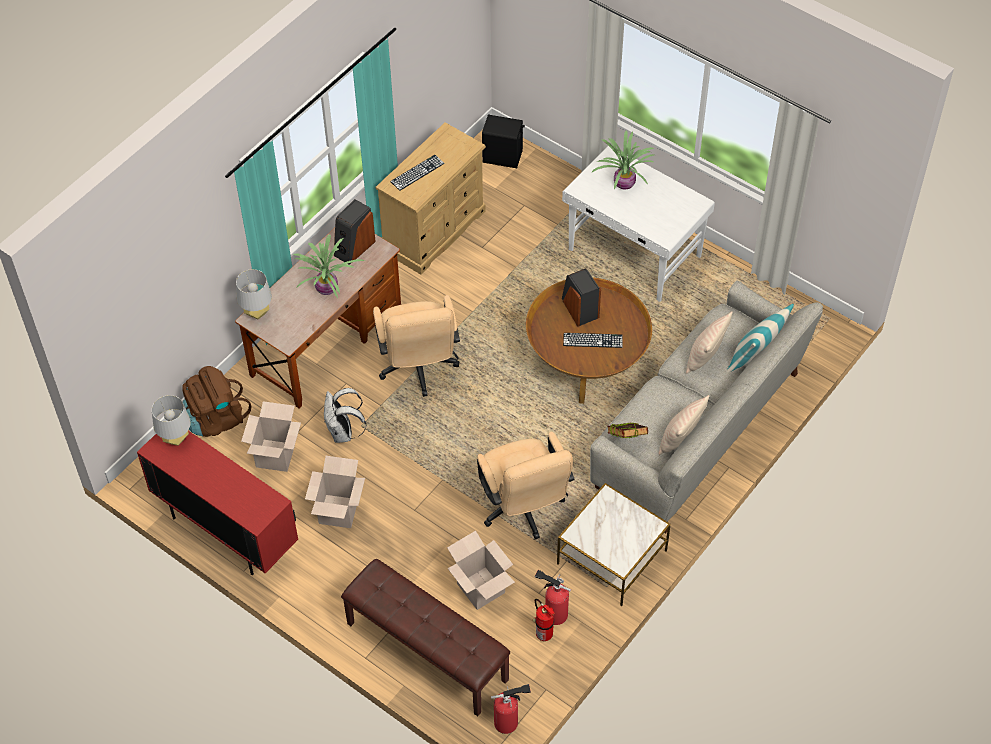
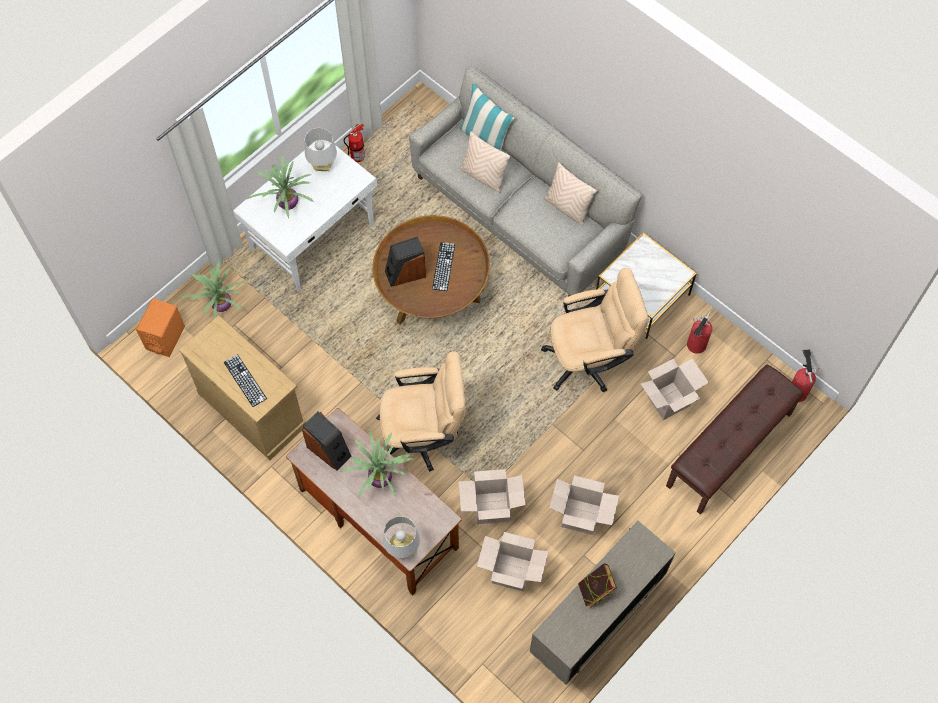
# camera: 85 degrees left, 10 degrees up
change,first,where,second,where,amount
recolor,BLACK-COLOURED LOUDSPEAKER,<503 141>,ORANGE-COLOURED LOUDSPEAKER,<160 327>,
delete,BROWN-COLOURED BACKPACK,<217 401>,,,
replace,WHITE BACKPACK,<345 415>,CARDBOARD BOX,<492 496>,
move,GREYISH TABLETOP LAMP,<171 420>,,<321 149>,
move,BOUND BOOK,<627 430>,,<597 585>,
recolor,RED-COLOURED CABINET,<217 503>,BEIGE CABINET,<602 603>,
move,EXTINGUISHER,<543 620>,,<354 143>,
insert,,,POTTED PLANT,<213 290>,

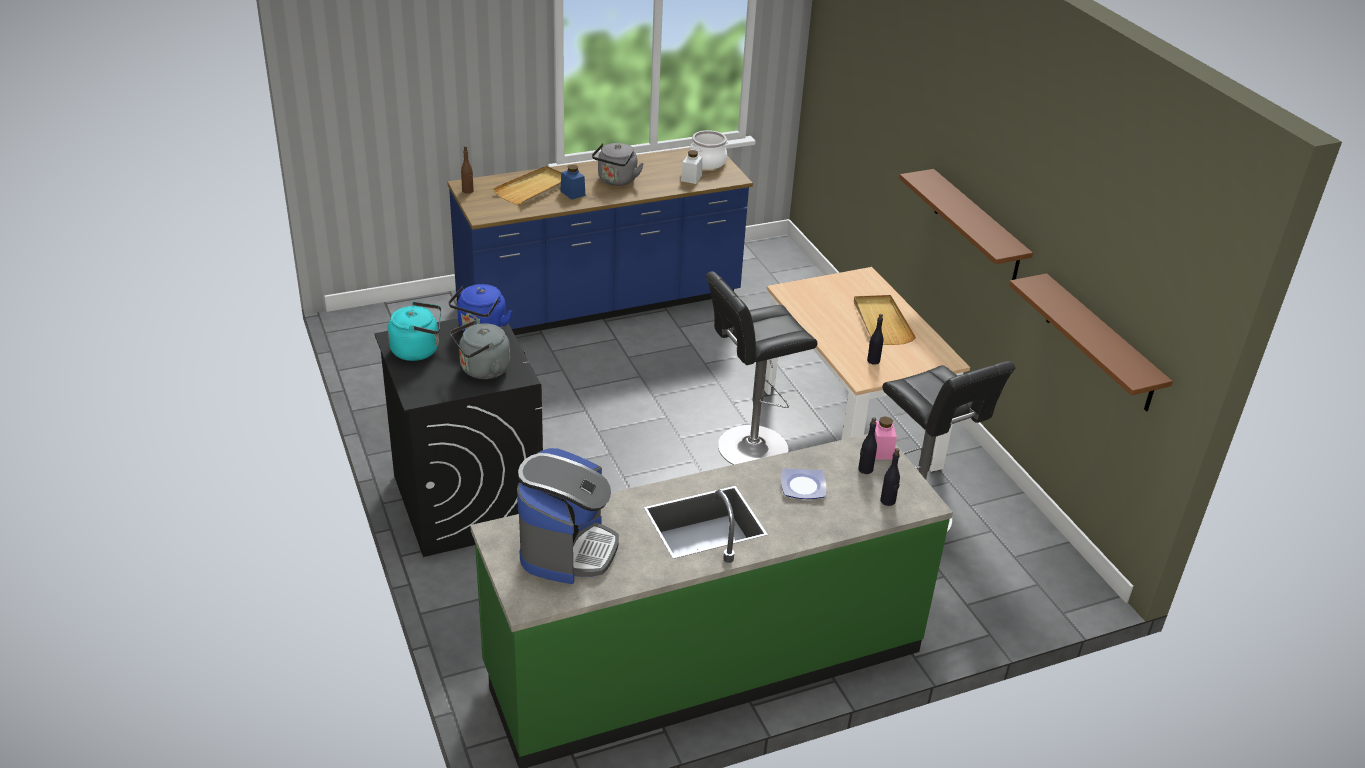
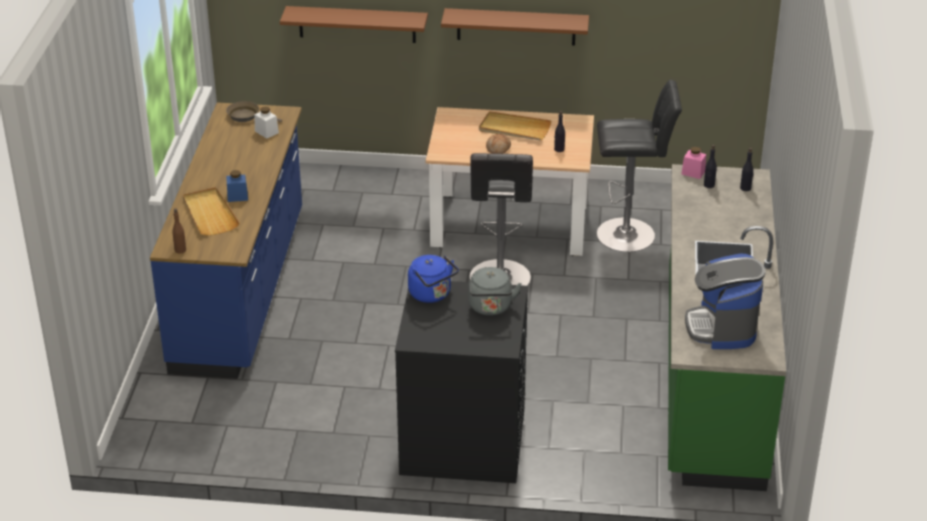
# camera: 60 degrees left, 0 degrees up
change,first,where,second,where,amount
replace,SAUCEPOT,<709 149>,BROWN-COLOURED FRYING PAN,<254 111>,
delete,GREYISH KETTLE,<618 164>,,,
move,BROWN-COLOURED WALL SHELF,<1091 342>,,<354 24>,
delete,BLUE-GREEN KETTLE,<414 331>,,,
rotate,COFFEE MACHINE,<568 516>,,<725 301>,135 degrees counterclockwise
delete,DINNER PLATE,<803 483>,,,
insert,,,BREAD,<498 144>,

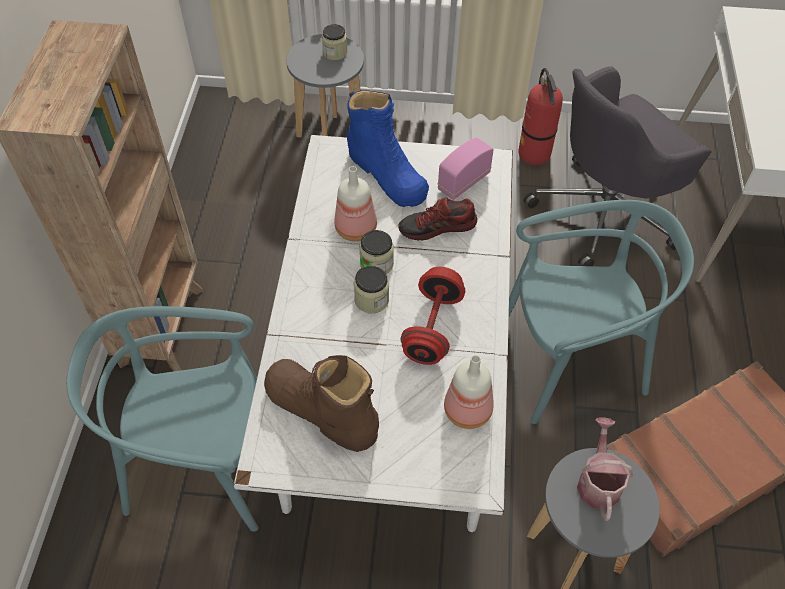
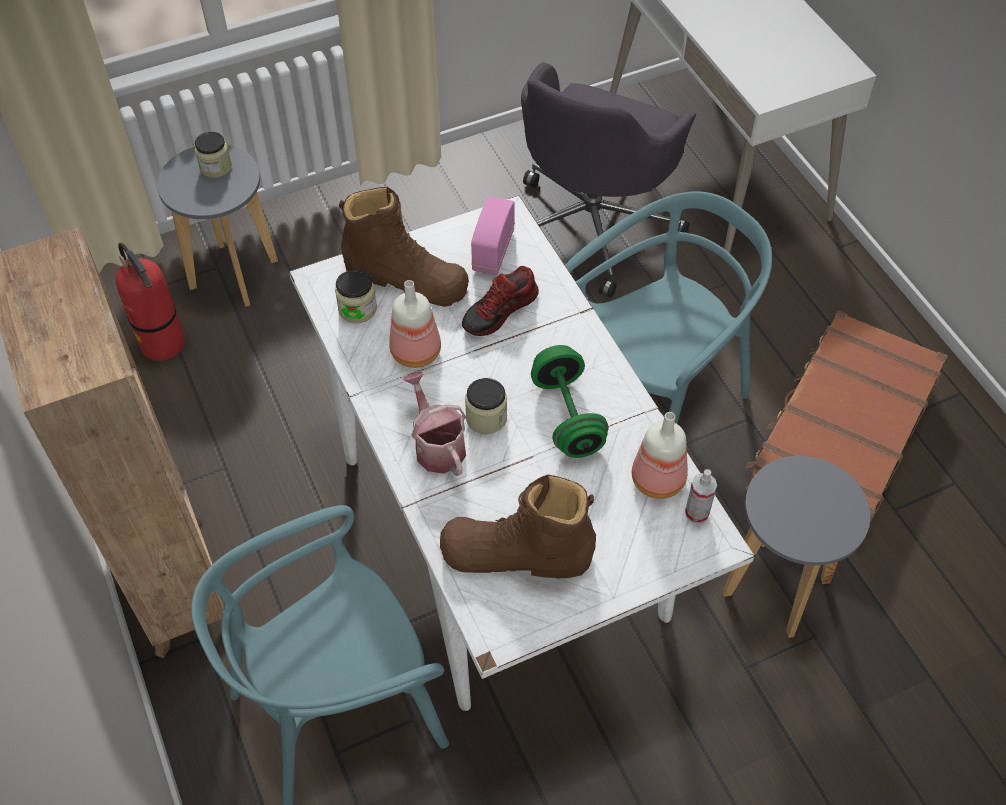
# camera: 30 degrees left, 0 degrees up
change,first,where,second,where,amount
move,EXTINGUISHER,<540 116>,,<150 302>,
recolor,BLUE TALL BOOT,<388 148>,BROWN-COLOURED TALL BOOT,<404 247>,
move,PRESERVE JAR,<376 252>,,<356 296>,
recolor,RED-COLOURED DUMBBELL,<433 316>,GREENISH DUMBBELL,<570 401>,
move,SPRINKLING CAN,<605 469>,,<434 423>,
insert,,,SPRAYER,<701 496>,

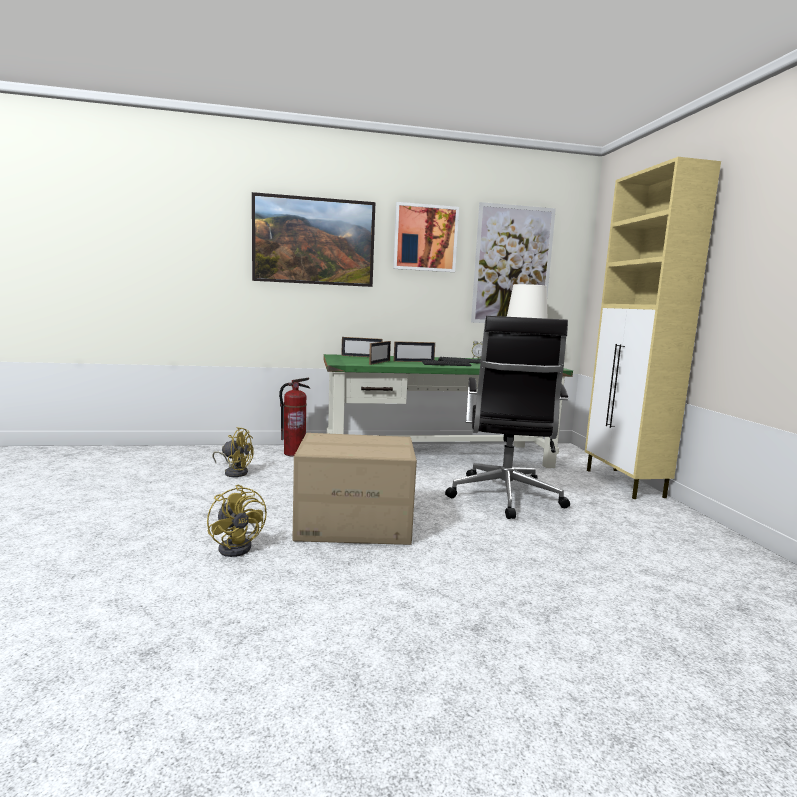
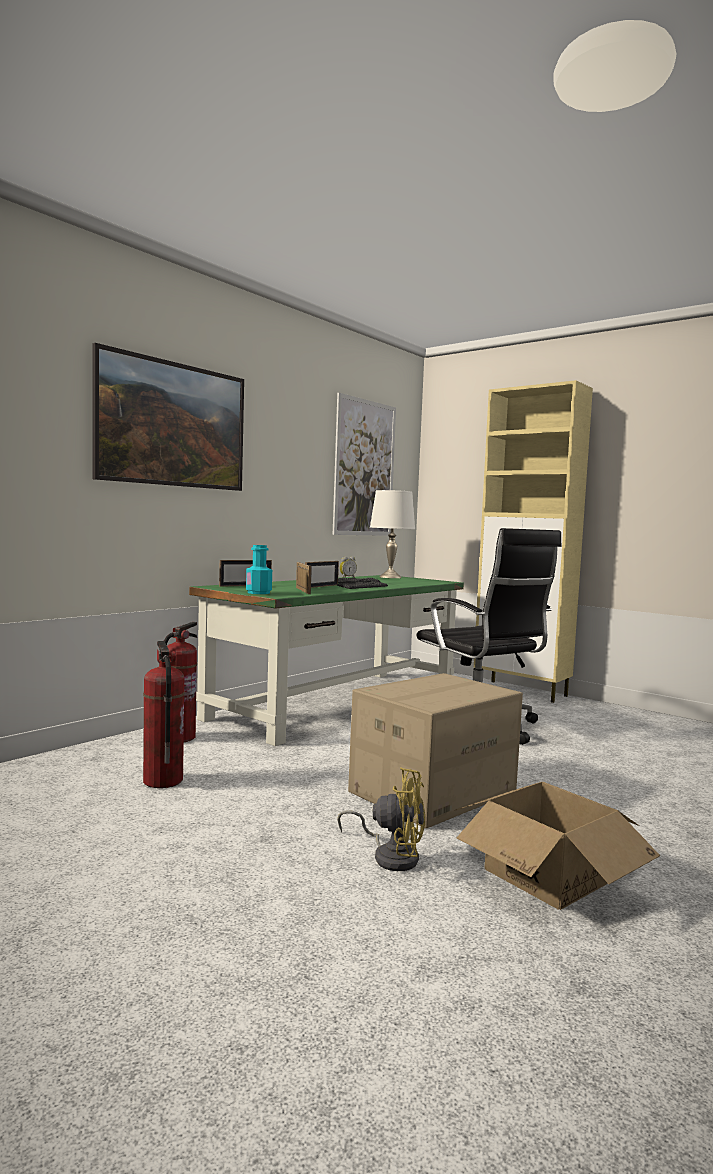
# camera: 40 degrees left, 5 degrees down
change,first,where,second,where,amount
delete,PICTURE,<426 237>,,,
replace,YELLOW-COLOURED COOLING FAN,<233 452>,EXTINGUISHER,<164 714>,
insert,,,BLUE-GREEN BEVERAGE BOTTLE,<259 569>,
insert,,,CARDBOARD BOX,<557 846>,

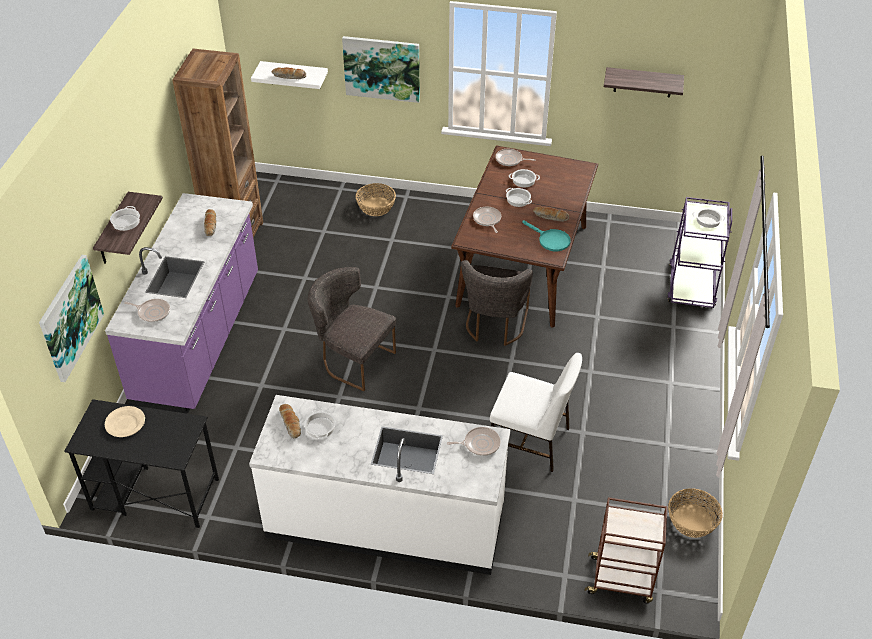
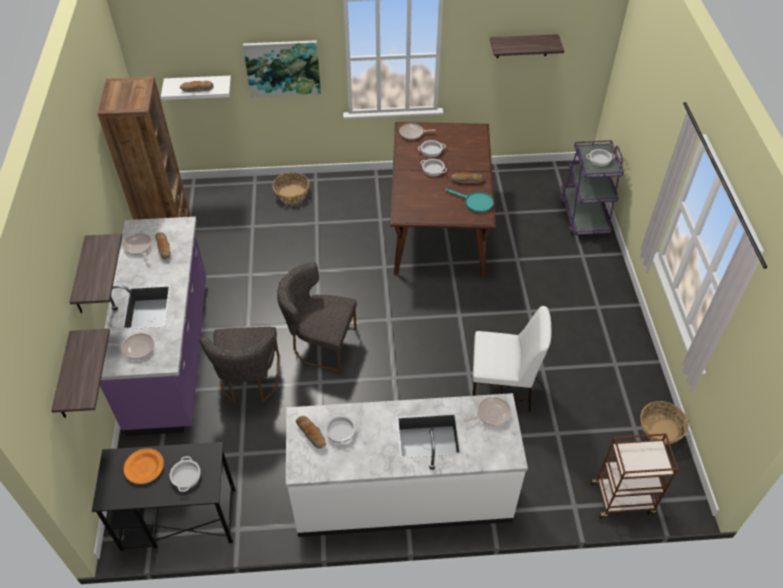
# camera: 15 degrees left, 5 degrees up
change,first,where,second,where,amount
move,SAUCEPOT,<125 218>,,<185 474>,
move,FRYING PAN,<487 220>,,<137 247>,
replace,PICTURE,<71 318>,WALL SHELF,<80 373>,
move,GREYISH CHAIR,<497 303>,,<239 365>,
recolor,BEIGE DINNER PLATE,<125 421>,ORANGE-COLOURED DINNER PLATE,<144 466>,

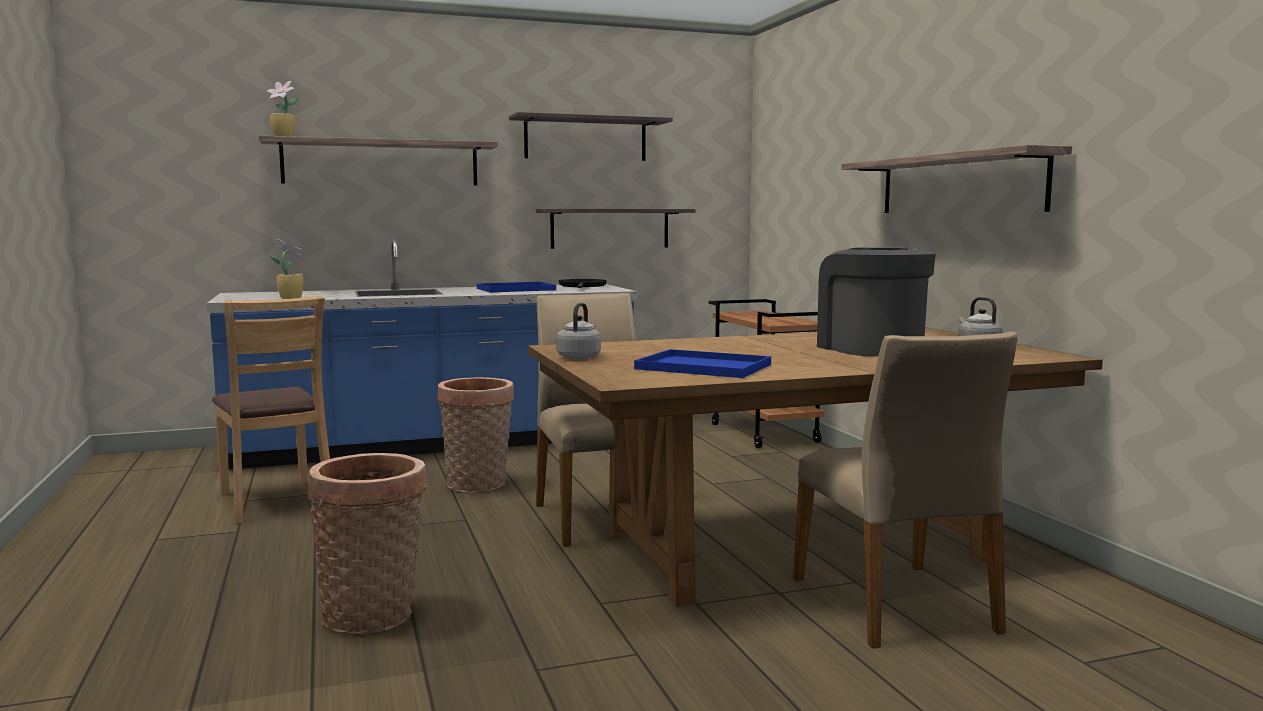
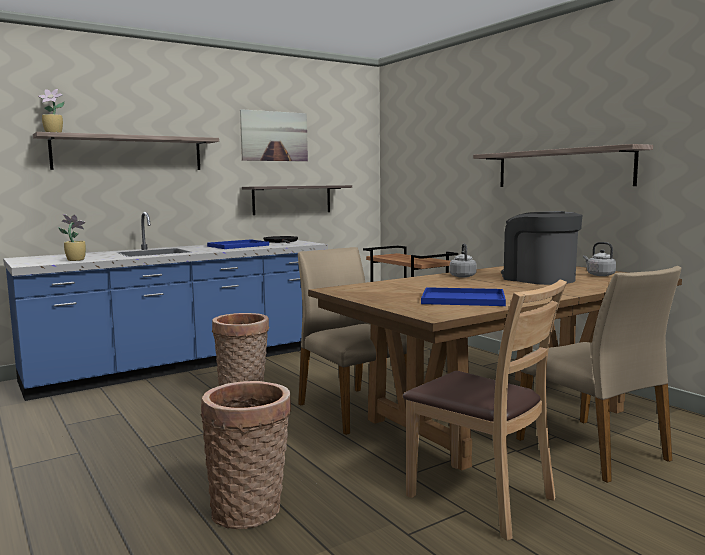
# camera: 15 degrees left, 0 degrees up
change,first,where,second,where,amount
replace,WALL SHELF,<591 136>,PICTURE,<274 135>,
move,BROWN-COLOURED CHAIR,<271 410>,,<485 410>,
move,GREYISH KETTLE,<578 331>,,<463 260>,

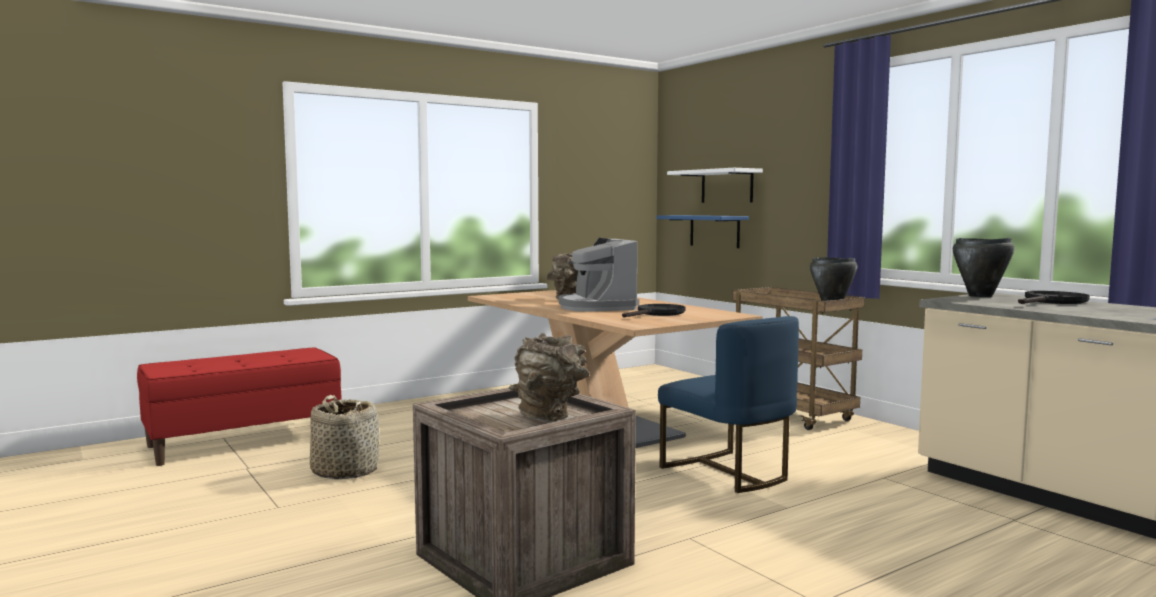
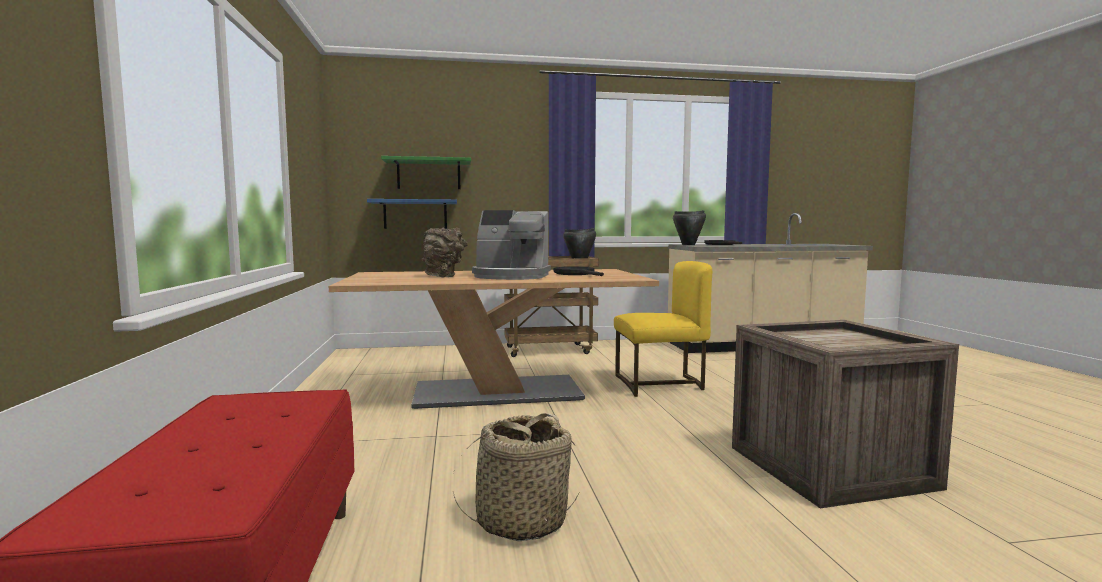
# camera: 65 degrees left, 0 degrees up
change,first,where,second,where,amount
recolor,WHITE WALL SHELF,<715 185>,GREENISH WALL SHELF,<426 172>,
recolor,BLUE CHAIR,<728 404>,YELLOW-COLOURED CHAIR,<663 329>,
delete,BROWN-COLOURED FLOWER VASE,<549 377>,,,

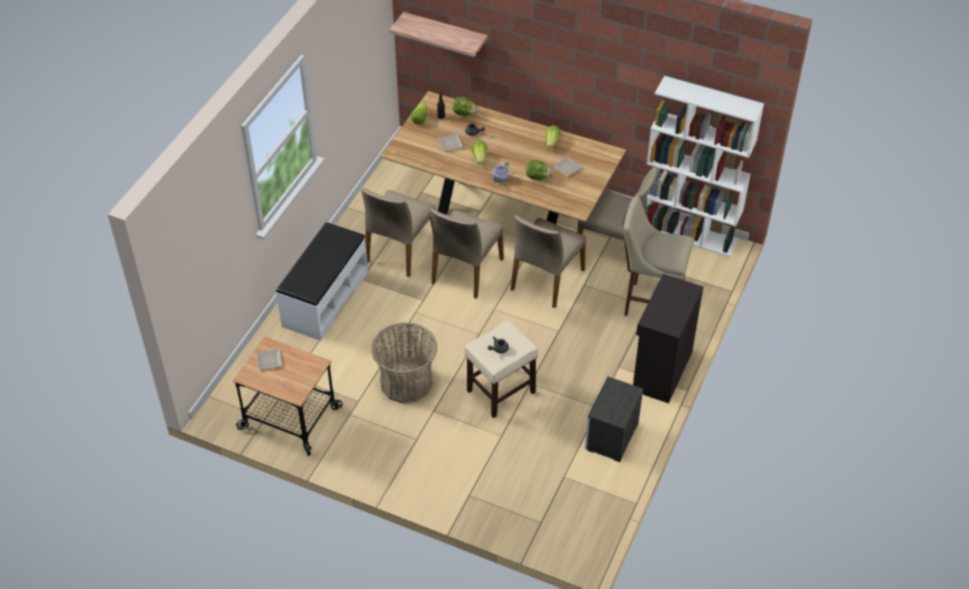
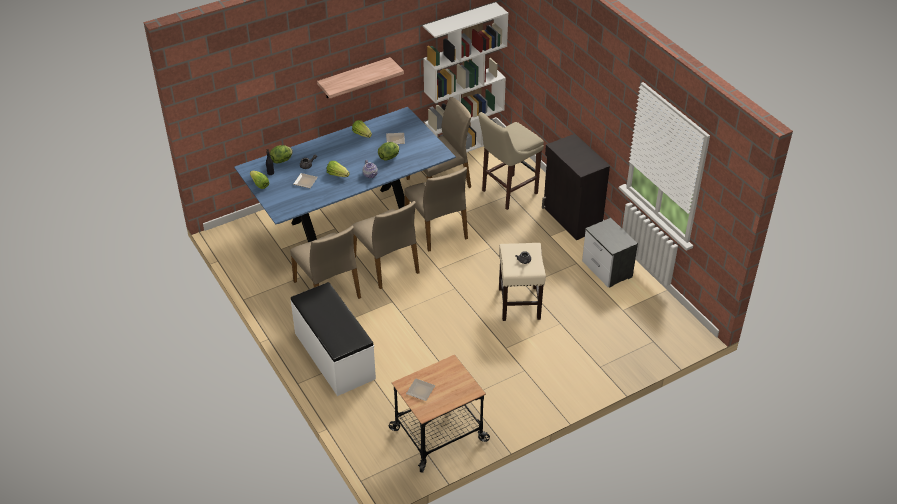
# camera: 55 degrees left, 5 degrees down
change,first,where,second,where,amount
move,WALL SHELF,<438 34>,,<360 77>,
recolor,BROWN-COLOURED DINING TABLE,<503 157>,BLUE DINING TABLE,<345 174>,
delete,STORAGE BASKET,<404 362>,,,

